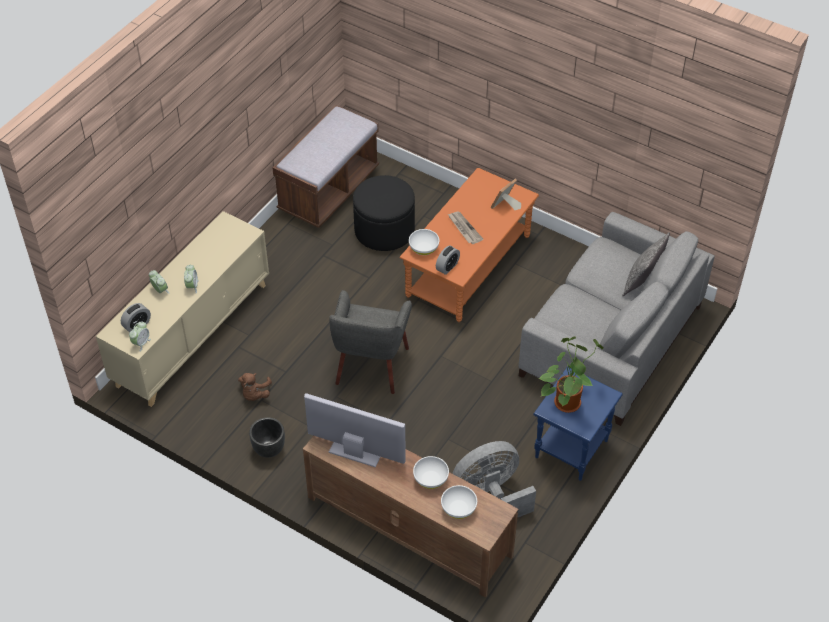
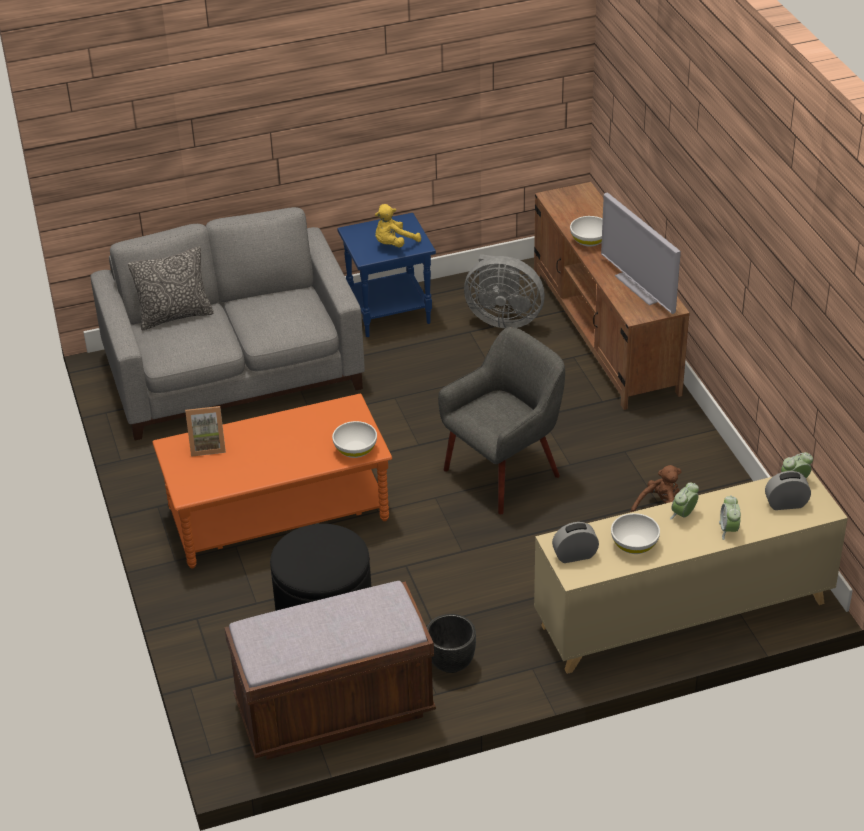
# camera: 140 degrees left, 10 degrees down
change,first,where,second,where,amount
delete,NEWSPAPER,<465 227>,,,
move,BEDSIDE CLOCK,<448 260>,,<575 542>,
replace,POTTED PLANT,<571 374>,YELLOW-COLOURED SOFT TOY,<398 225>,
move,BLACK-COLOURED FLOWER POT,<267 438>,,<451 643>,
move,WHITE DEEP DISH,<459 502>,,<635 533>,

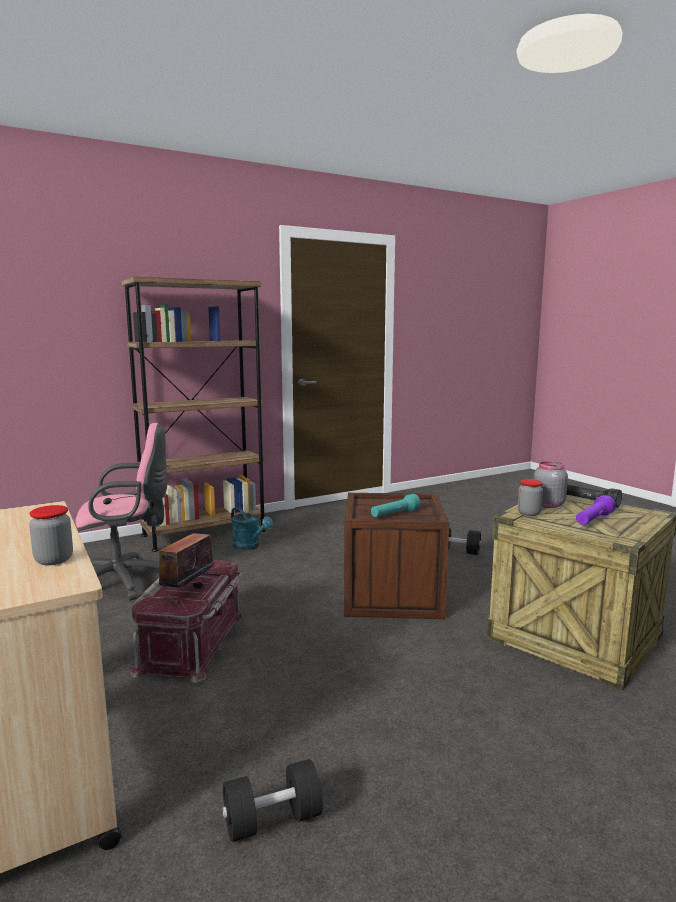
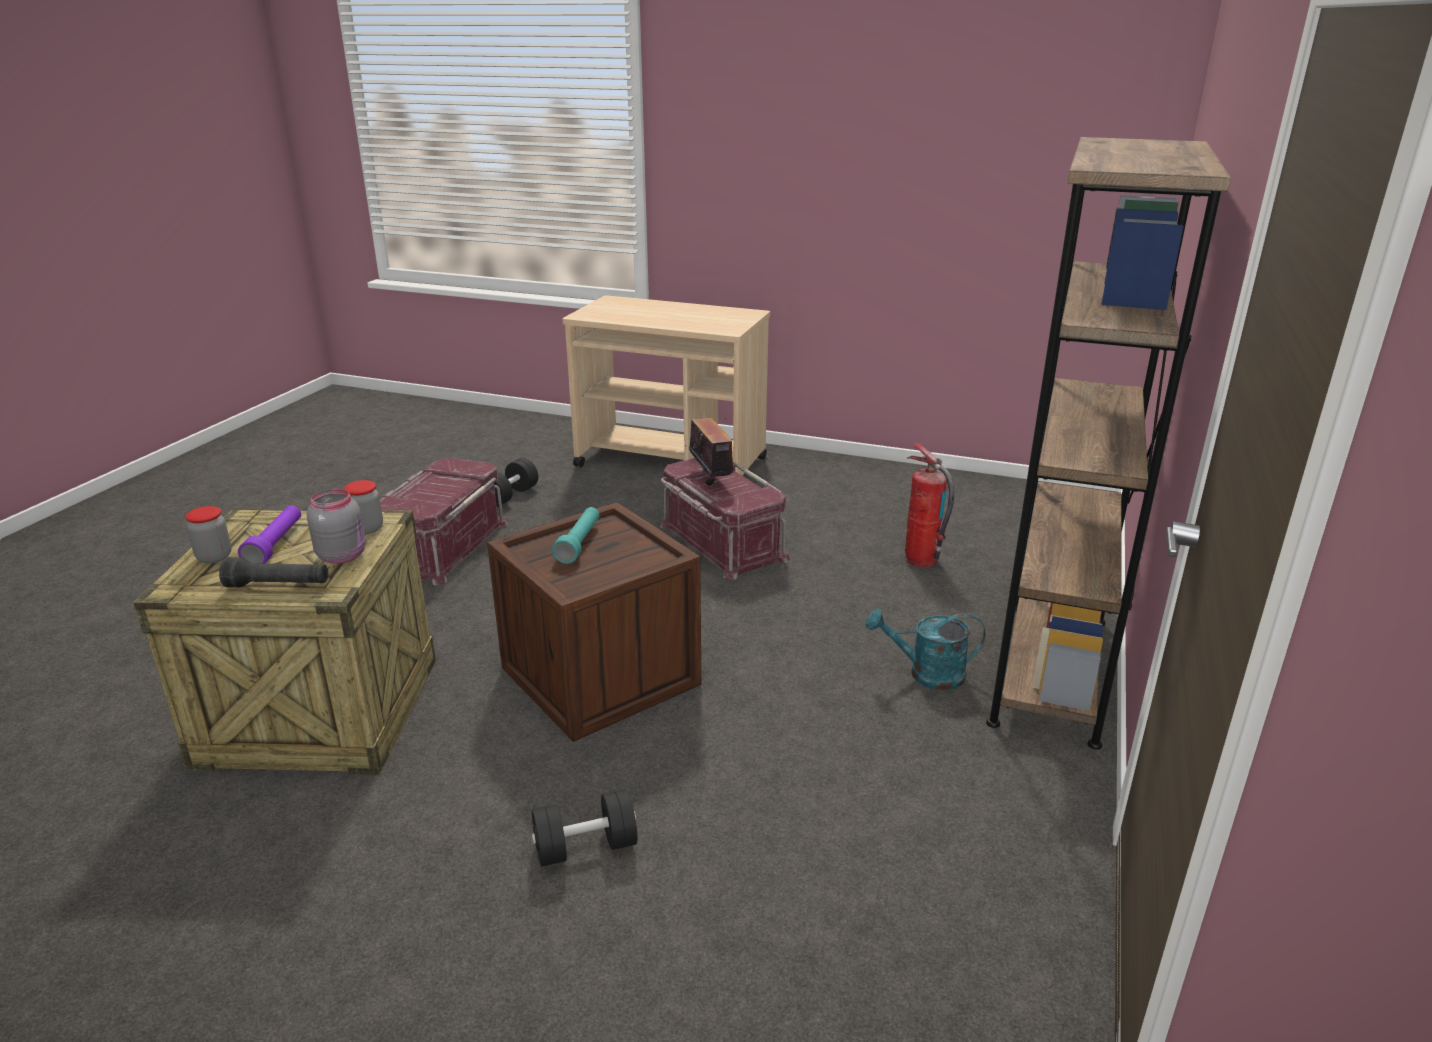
# camera: 140 degrees right, 15 degrees up
change,first,where,second,where,amount
replace,PINKISH COMPUTER CHAIR,<121 512>,EXTINGUISHER,<929 505>,
move,PRESERVE JAR,<51 535>,,<208 534>,
insert,,,RED-COLOURED STORAGE CONTAINER,<444 521>,

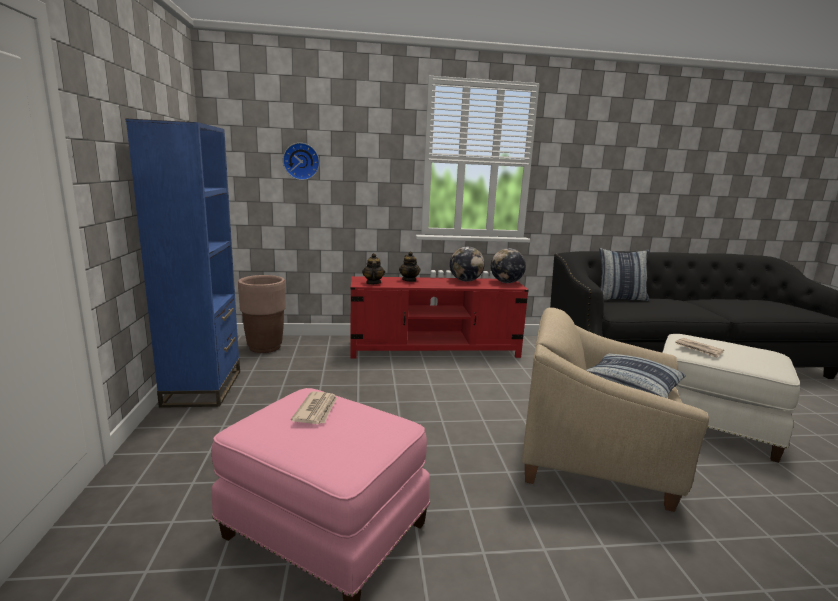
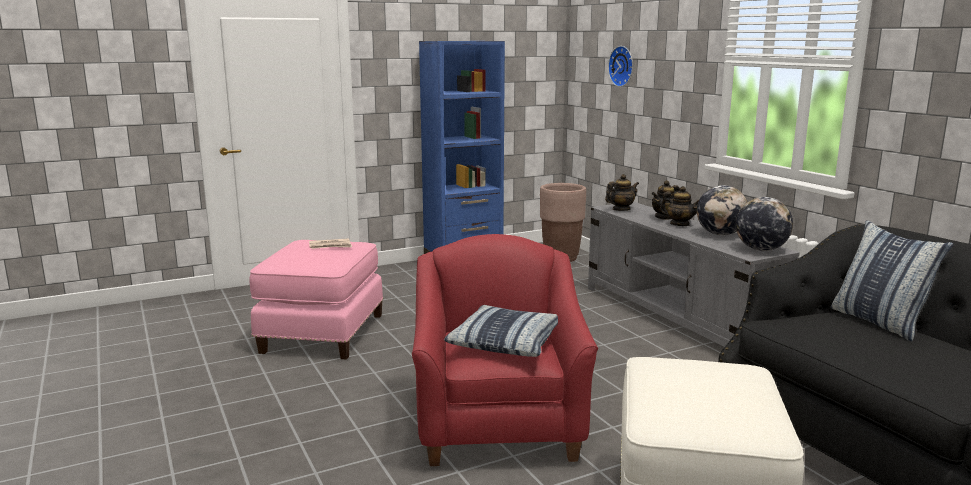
# camera: 70 degrees right, 0 degrees up
change,first,where,second,where,amount
recolor,RED-COLOURED MEDIA CONSOLE,<439 317>,GREYISH MEDIA CONSOLE,<694 274>,
recolor,BEIGE ARMCHAIR,<615 409>,RED-COLOURED ARMCHAIR,<505 350>,
delete,NEWSPAPER,<699 348>,,,
insert,,,TEAPOT,<679 206>,

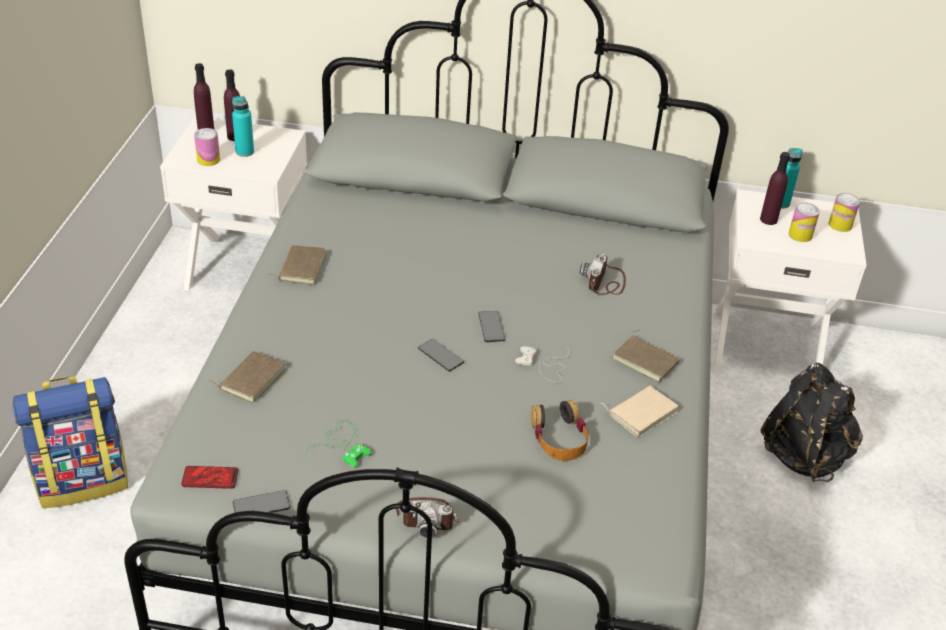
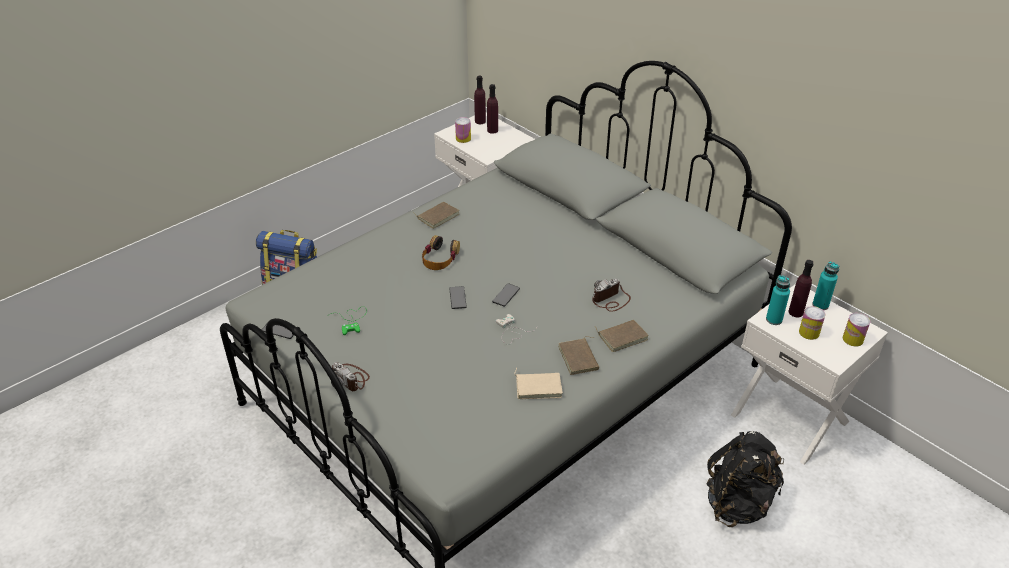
# camera: 40 degrees right, 0 degrees up
change,first,where,second,where,amount
move,BLUE-GREEN BEVERAGE BOTTLE,<243 126>,,<778 300>,
move,BROWN-COLOURED BOUND BOOK,<247 377>,,<621 336>,
move,PAIR OF HEADPHONES,<559 430>,,<441 252>,
delete,TELEPHONE,<209 477>,,,

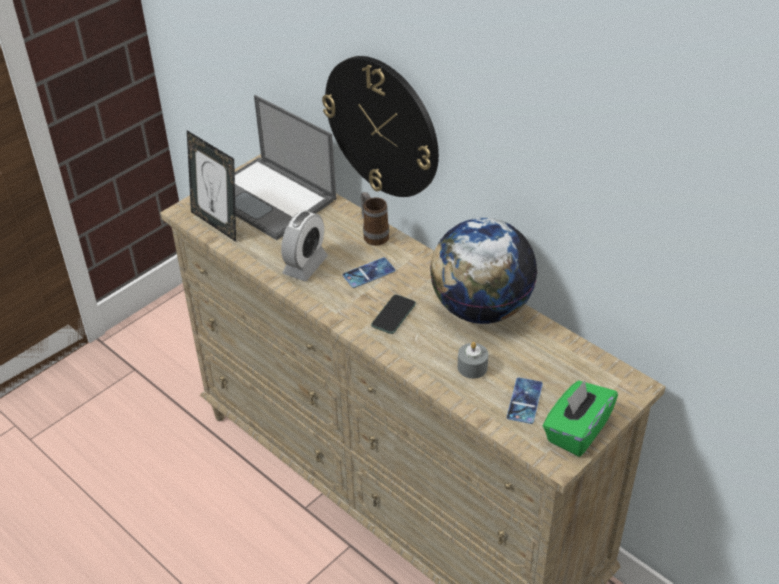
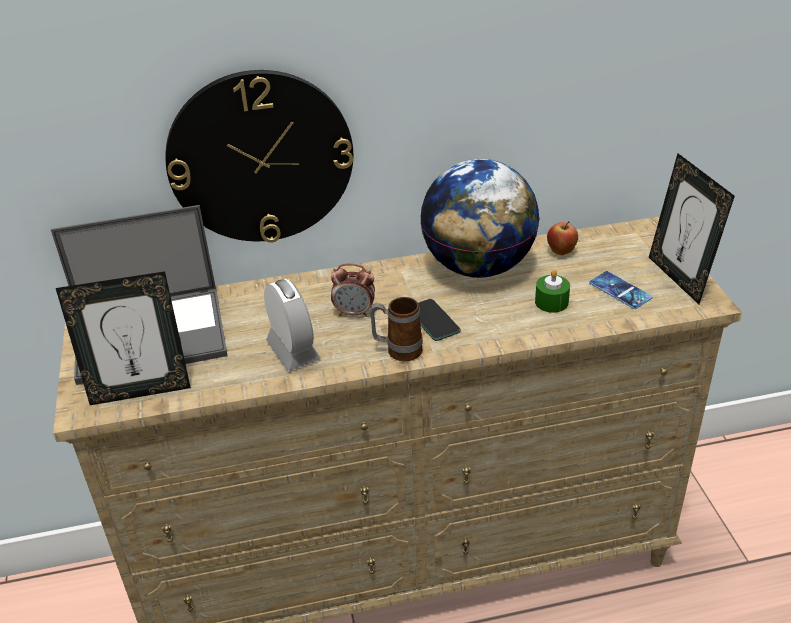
# camera: 55 degrees left, 5 degrees down
change,first,where,second,where,amount
move,TEA MUG,<375 219>,,<396 329>,
replace,TELEPHONE,<369 272>,BEDSIDE CLOCK,<353 290>,
recolor,GREYISH WAX CANDLE,<473 360>,GREENISH WAX CANDLE,<552 291>,
replace,GREENISH BOX OF TISSUES,<580 418>,STANDING FRAME,<692 228>,
insert,,,WHOLE APPLE,<562 238>,

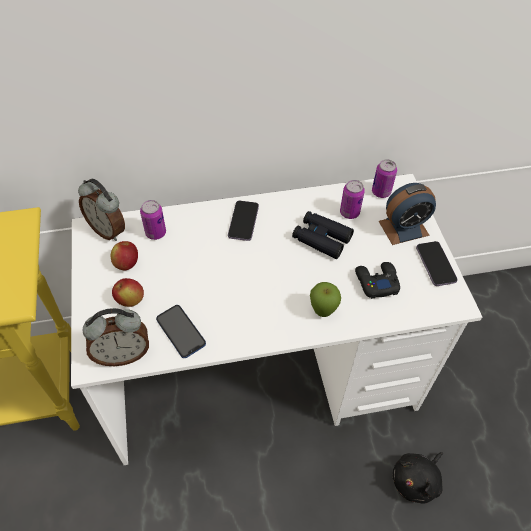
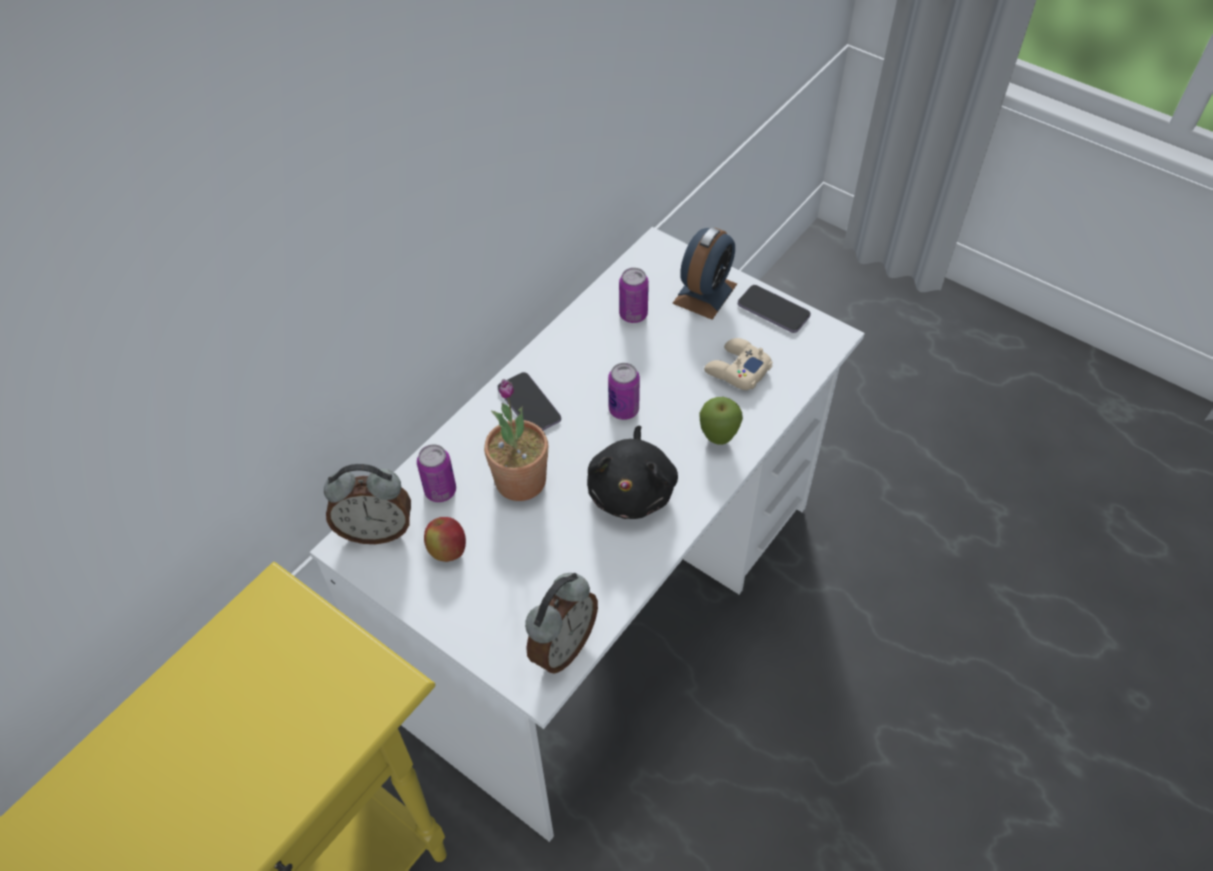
# camera: 40 degrees left, 0 degrees up
change,first,where,second,where,amount
move,CAN,<384 178>,,<624 391>,
delete,BLACK-COLOURED PAIR OF BINOCULARS,<323 235>,,,
recolor,BLACK-COLOURED GAMEPAD,<377 280>,BEIGE GAMEPAD,<738 364>,
delete,WHOLE APPLE,<128 292>,,,
delete,TELEPHONE,<181 331>,,,
move,BLACK-COLOURED SOFT TOY,<418 478>,,<632 472>,
insert,,,POTTED PLANT,<516 440>,

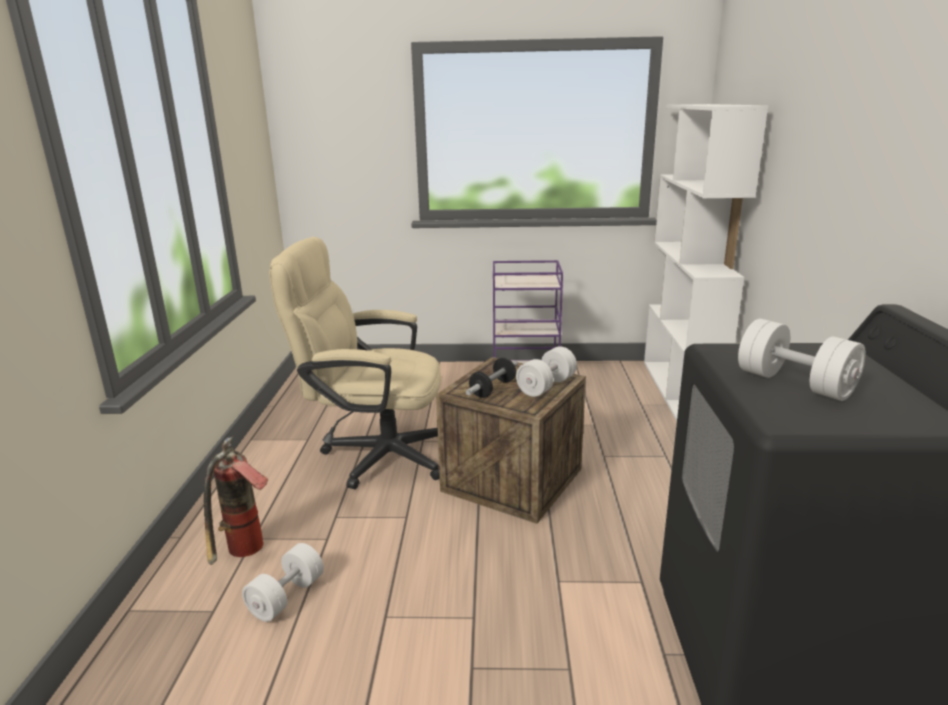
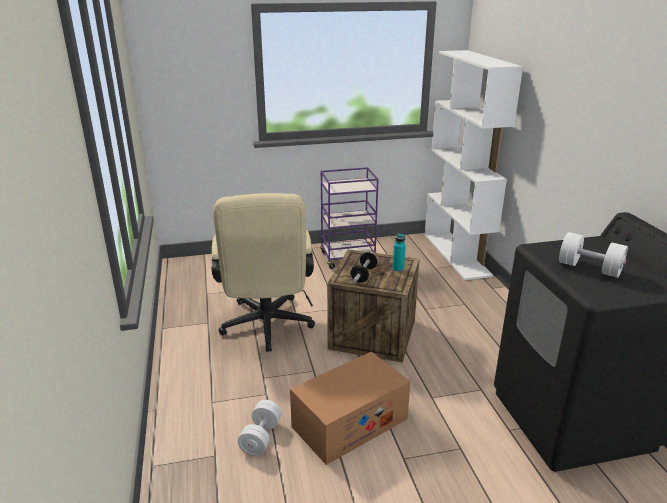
# camera: 15 degrees left, 5 degrees up
change,first,where,second,where,amount
rotate,BEIGE COMPUTER CHAIR,<355 363>,,<263 272>,90 degrees counterclockwise
replace,WHITE DUMBBELL,<546 371>,BLUE-GREEN BEVERAGE BOTTLE,<399 252>,
delete,EXTINGUISHER,<236 500>,,,
insert,,,CARDBOARD BOX,<350 408>,

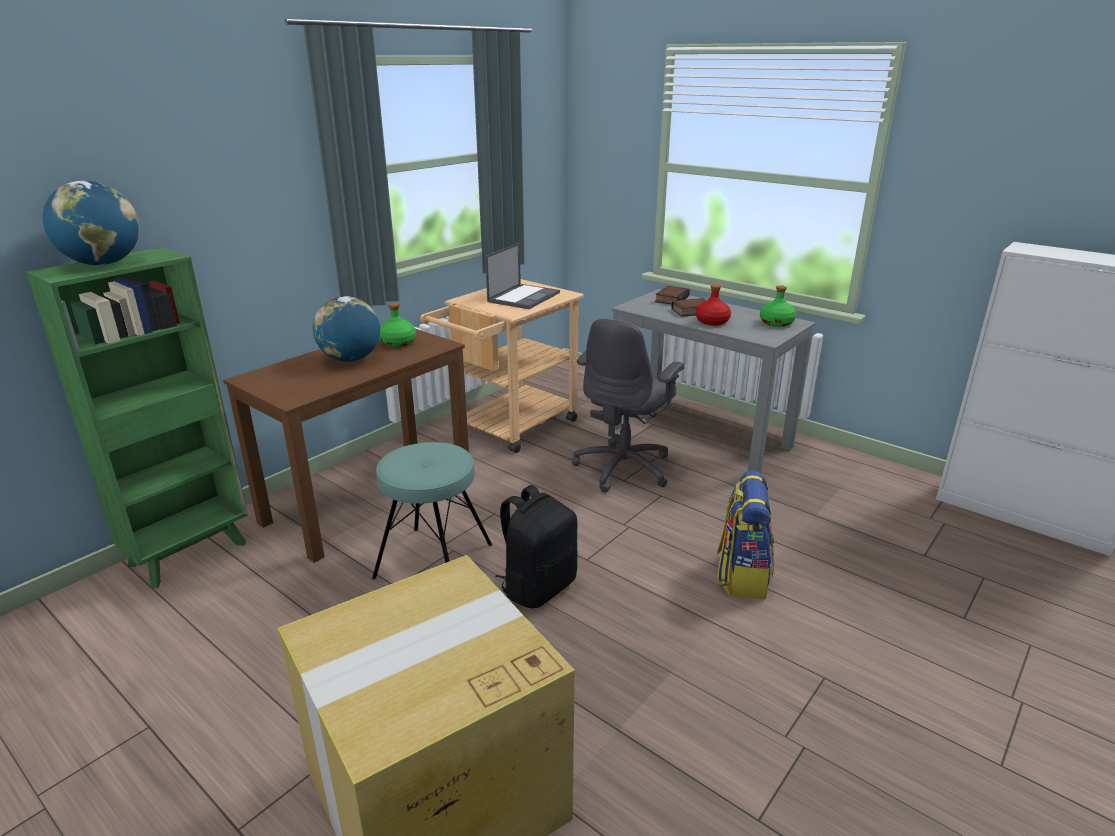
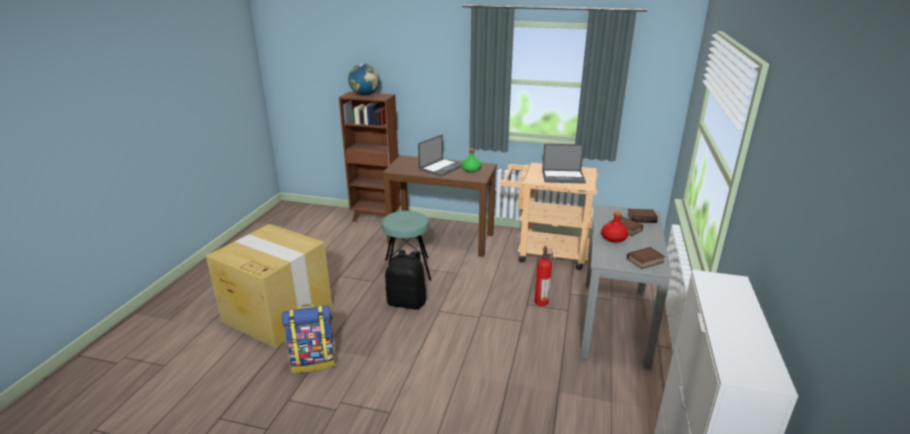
# camera: 65 degrees right, 0 degrees up
change,first,where,second,where,amount
recolor,GREENISH BOOKCASE,<137 418>,BROWN-COLOURED BOOKCASE,<370 157>,
replace,GREENISH BEVERAGE BOTTLE,<778 306>,BOUND BOOK,<646 258>,
replace,DESK GLOBE,<346 329>,LAPTOP,<440 155>,
replace,GREYISH COMPUTER CHAIR,<628 406>,EXTINGUISHER,<543 276>,
move,BACKPACK,<745 535>,,<309 338>,

